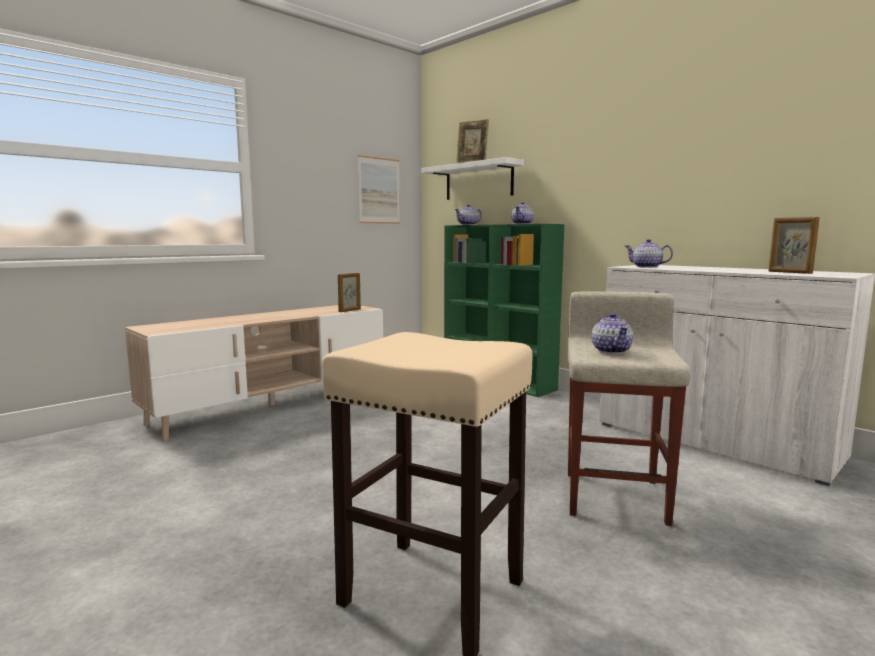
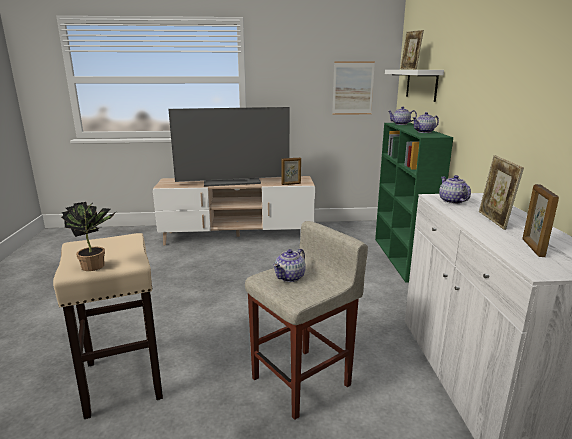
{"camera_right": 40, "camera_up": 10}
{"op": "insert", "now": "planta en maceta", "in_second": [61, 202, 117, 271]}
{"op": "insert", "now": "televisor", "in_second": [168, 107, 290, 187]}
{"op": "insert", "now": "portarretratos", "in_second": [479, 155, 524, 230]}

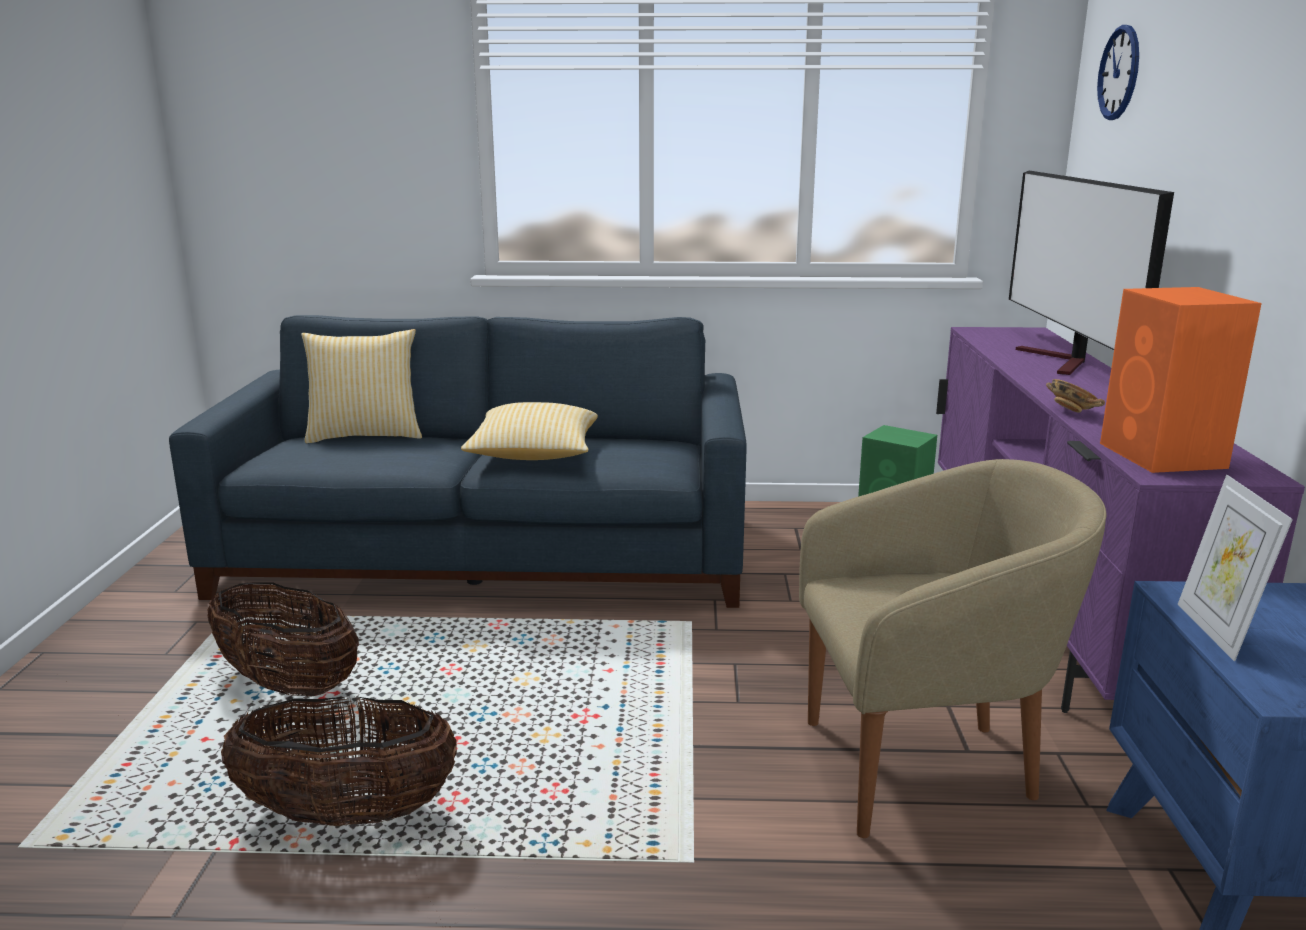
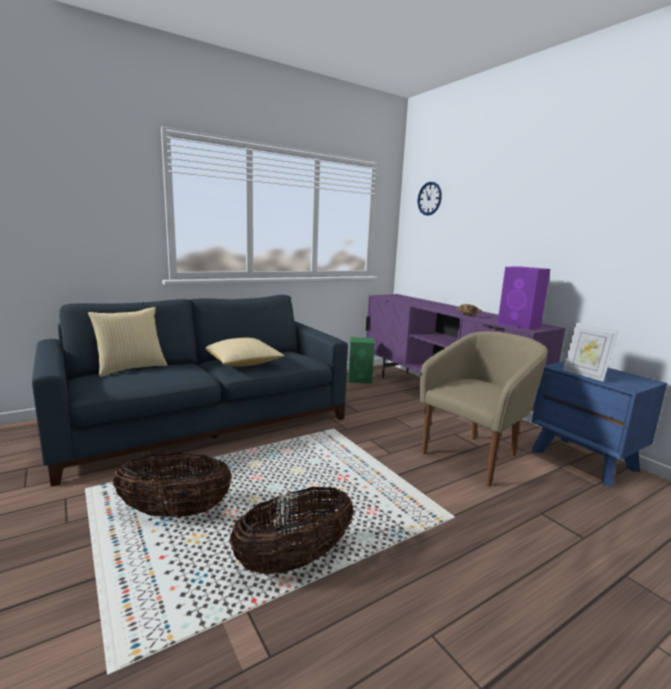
{"camera_right": -35, "camera_up": -5}
{"op": "delete", "was": "televisor", "in_first": [1009, 171, 1174, 375]}
{"op": "recolor", "was": "altavoz [naranja]", "now": "altavoz [morado]", "in_first": [1100, 287, 1262, 473], "in_second": [497, 266, 550, 329]}

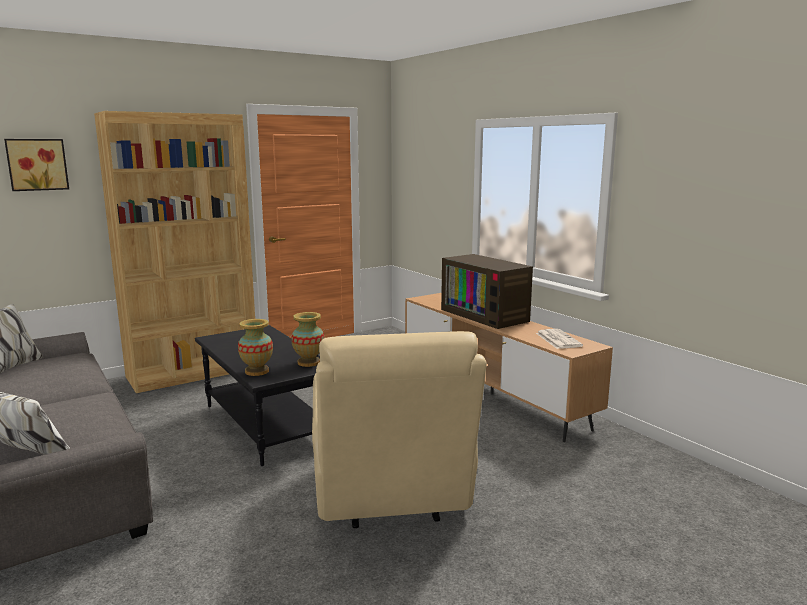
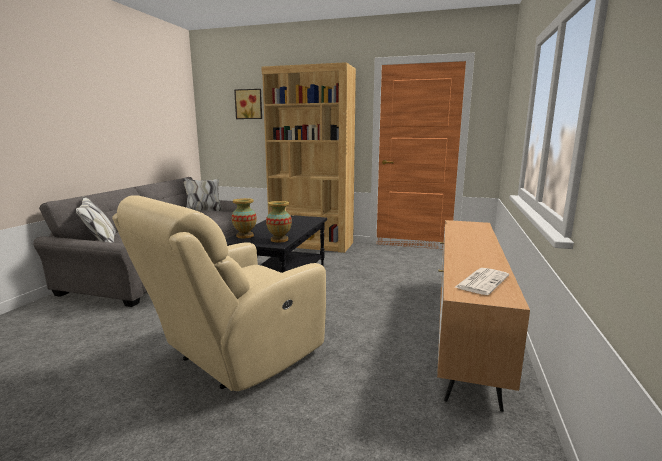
{"camera_right": 50, "camera_up": 0}
{"op": "delete", "was": "televisor", "in_first": [441, 254, 533, 329]}

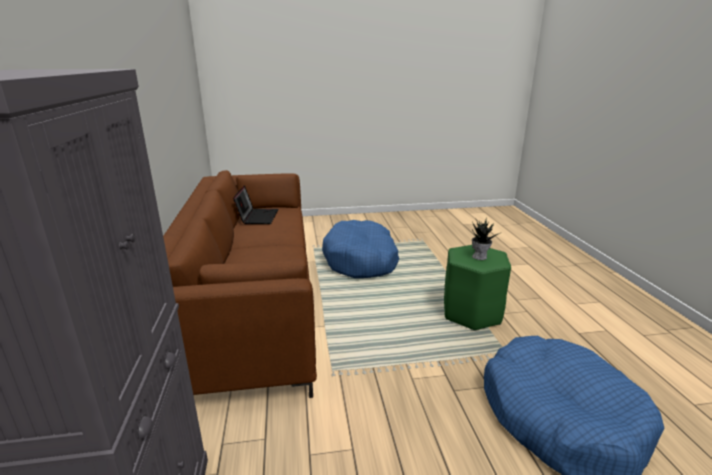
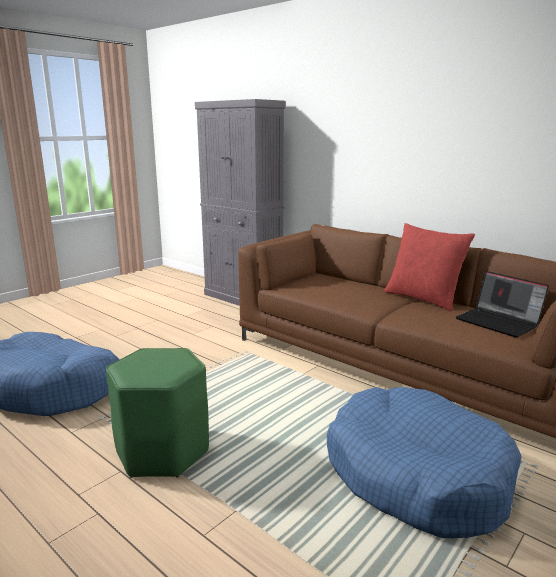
{"camera_right": 140, "camera_up": -5}
{"op": "delete", "was": "planta en maceta", "in_first": [472, 218, 502, 260]}
{"op": "insert", "now": "cojín [rojo]", "in_second": [384, 223, 475, 311]}

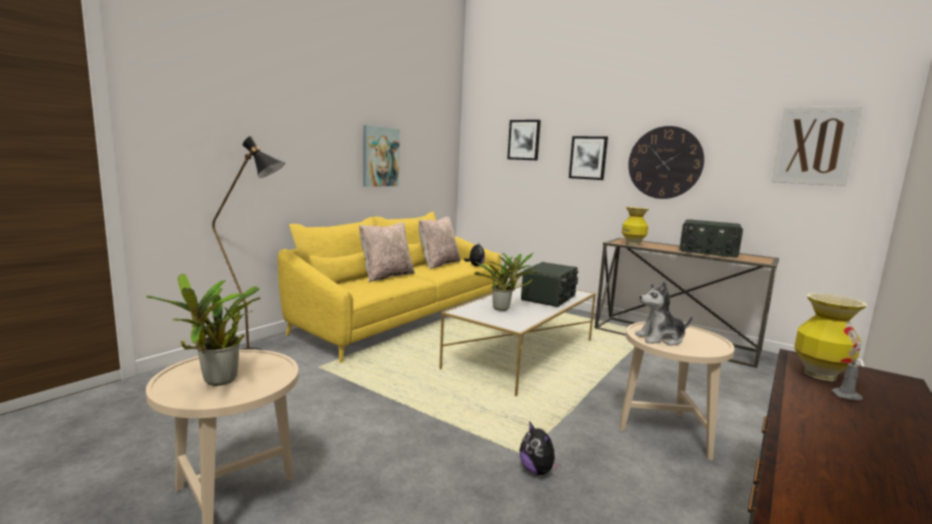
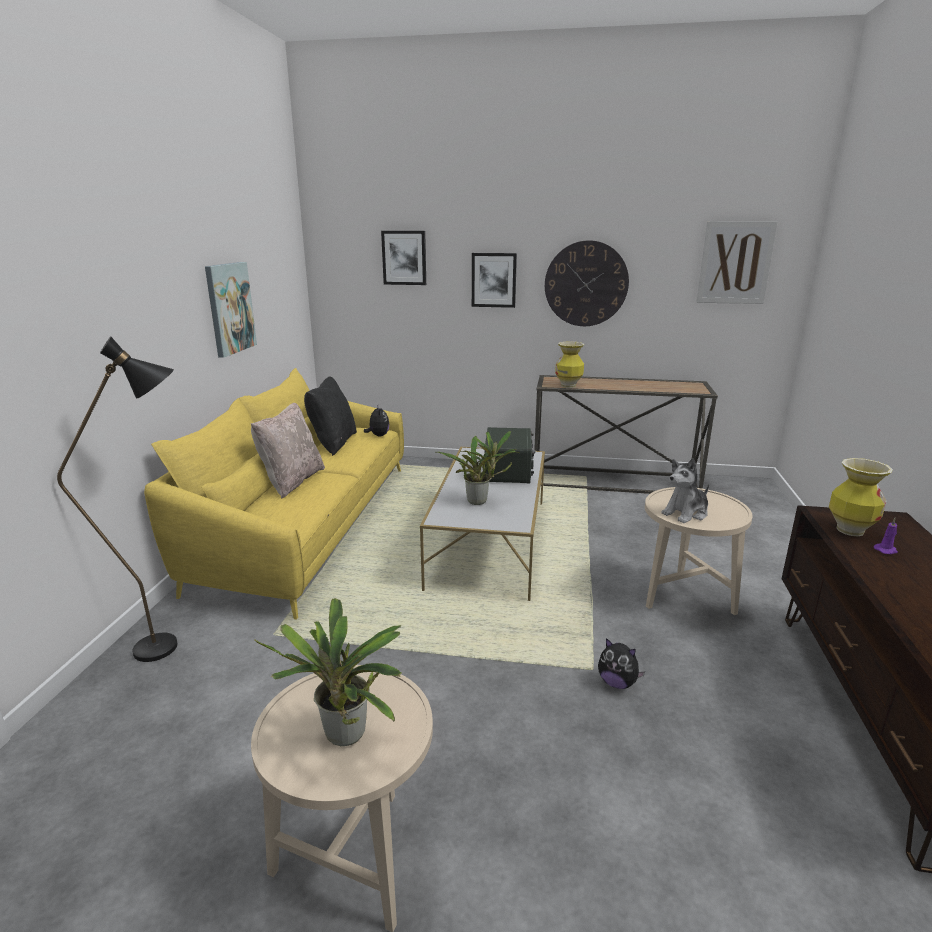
{"camera_right": -25, "camera_up": 10}
{"op": "recolor", "was": "cojín [beis]", "now": "cojín [negro]", "in_first": [418, 217, 461, 269], "in_second": [304, 377, 357, 456]}
{"op": "delete", "was": "radio", "in_first": [680, 219, 743, 258]}
{"op": "recolor", "was": "vela [gris]", "now": "vela [morado]", "in_first": [831, 356, 863, 401], "in_second": [874, 518, 898, 554]}

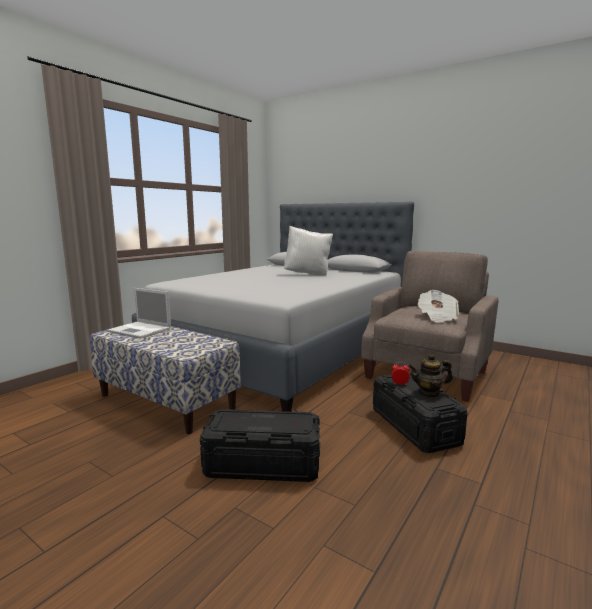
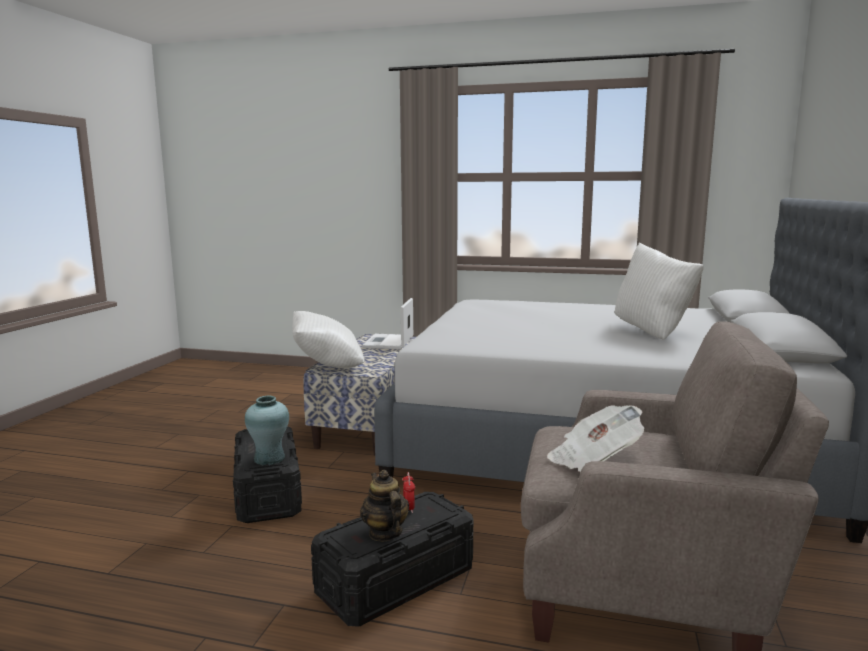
{"camera_right": 70, "camera_up": 0}
{"op": "insert", "now": "florero [turquesa]", "in_second": [245, 396, 289, 465]}
{"op": "insert", "now": "cojín [blanco]", "in_second": [292, 311, 364, 368]}

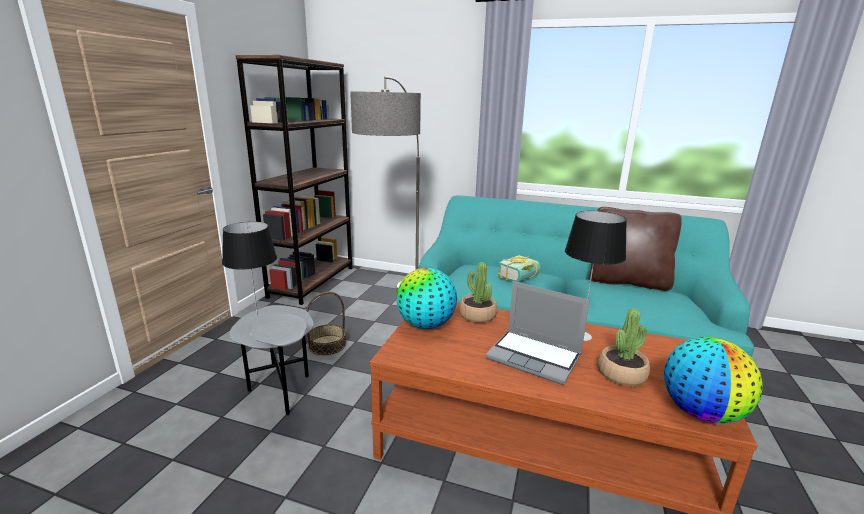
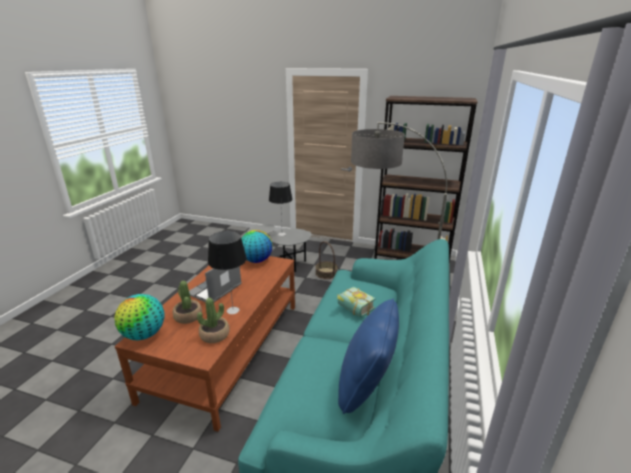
{"camera_right": 90, "camera_up": 5}
{"op": "move", "was": "planta en maceta", "in_first": [459, 262, 497, 323], "in_second": [197, 298, 230, 343]}
{"op": "recolor", "was": "cojín [marrón]", "now": "cojín [azul]", "in_first": [590, 207, 682, 291], "in_second": [338, 298, 399, 414]}

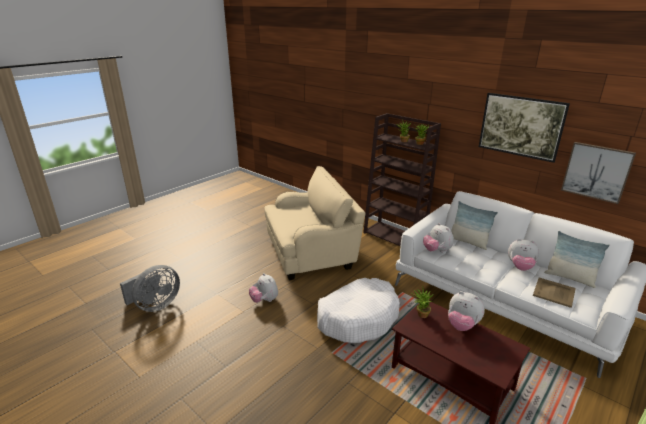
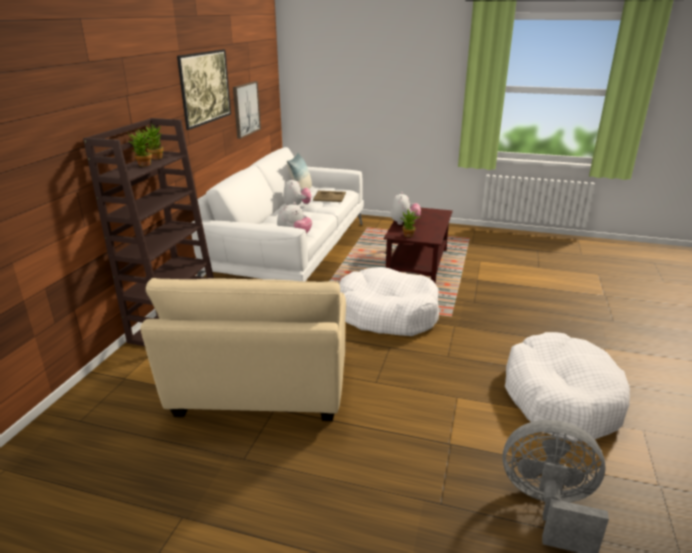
{"camera_right": -115, "camera_up": 0}
{"op": "delete", "was": "peluche", "in_first": [249, 273, 278, 303]}
{"op": "rotate", "was": "sillón [beis]", "in_first": [264, 166, 365, 280], "in_second": [141, 278, 346, 421], "clockwise": -135}
{"op": "delete", "was": "cojín", "in_first": [451, 201, 498, 250]}
{"op": "insert", "now": "cama para perro [blanco]", "in_second": [505, 332, 630, 442]}

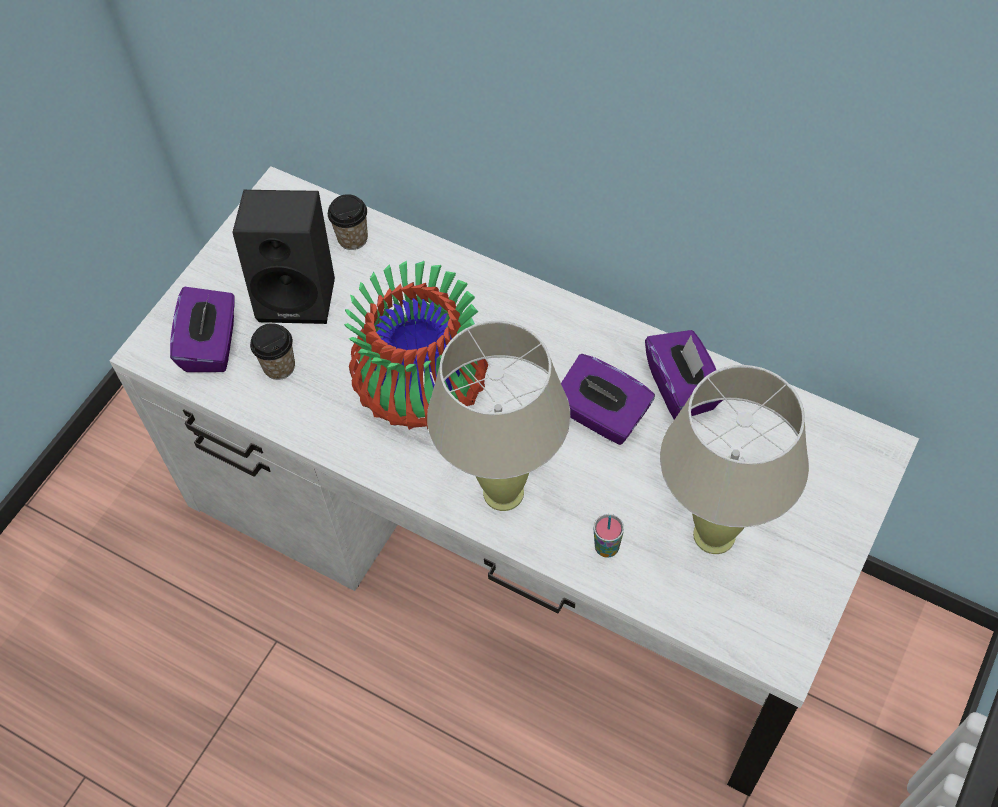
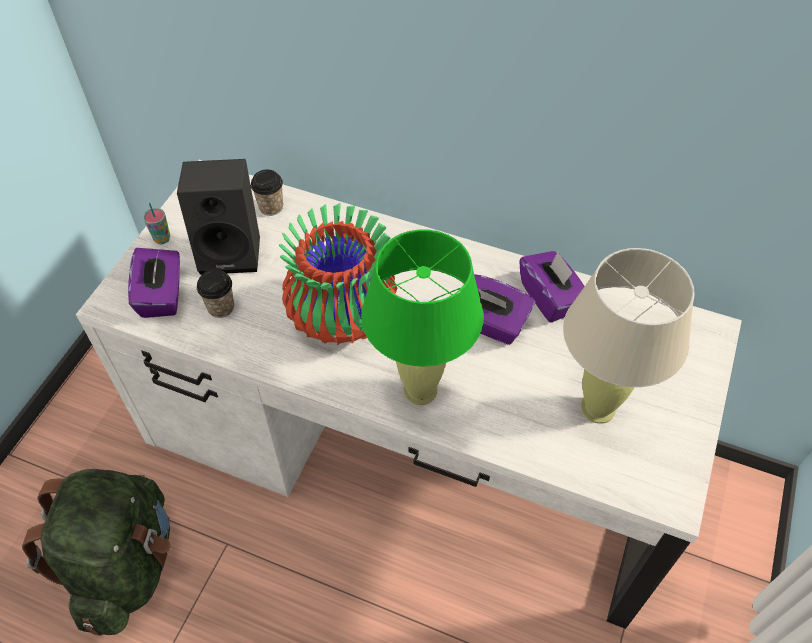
{"camera_right": -10, "camera_up": -5}
{"op": "recolor", "was": "lámpara de mesa [beis]", "now": "lámpara de mesa [verde]", "in_first": [427, 321, 570, 511], "in_second": [361, 230, 484, 405]}
{"op": "move", "was": "taza", "in_first": [594, 514, 624, 558], "in_second": [143, 203, 170, 244]}
{"op": "insert", "now": "mochila [verde]", "in_second": [22, 469, 170, 636]}

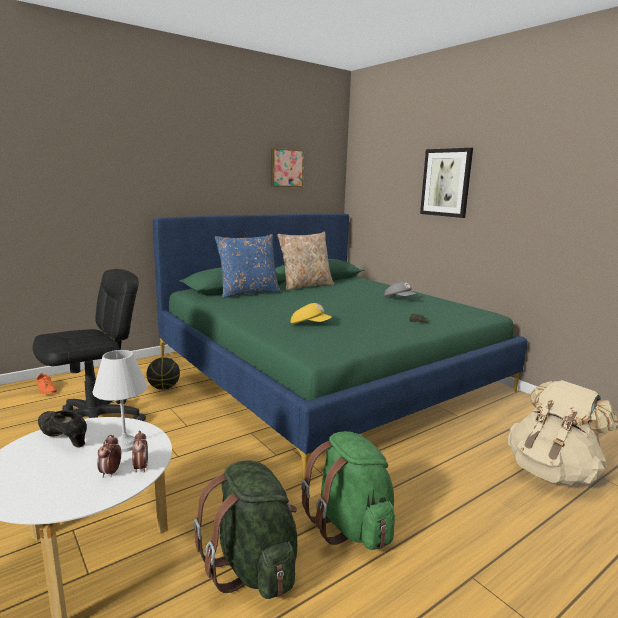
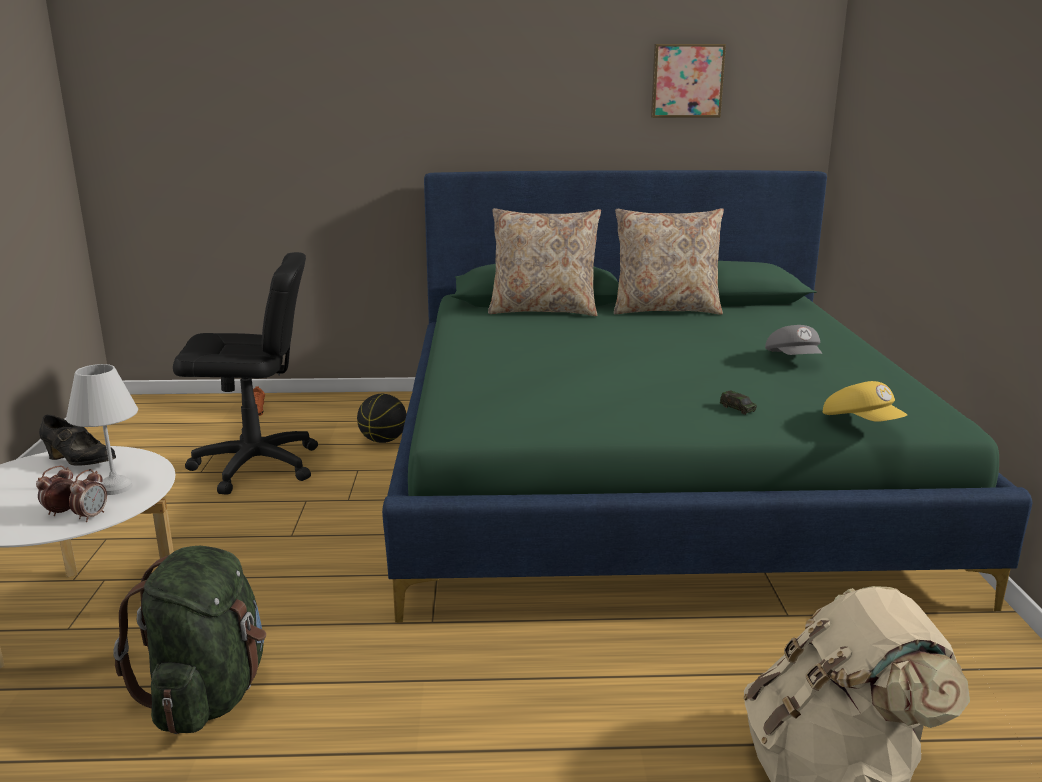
{"camera_right": 35, "camera_up": 5}
{"op": "rotate", "was": "zapato [negro]", "in_first": [38, 409, 87, 448], "in_second": [39, 415, 116, 466], "clockwise": 135}
{"op": "recolor", "was": "cojín [azul]", "now": "cojín [beis]", "in_first": [215, 234, 281, 298], "in_second": [488, 208, 601, 316]}
{"op": "move", "was": "gorra [amarillo]", "in_first": [291, 303, 332, 324], "in_second": [823, 381, 907, 422]}
{"op": "delete", "was": "mochila [verde]", "in_first": [301, 431, 395, 550]}
{"op": "delete", "was": "cuadro", "in_first": [420, 148, 473, 218]}

